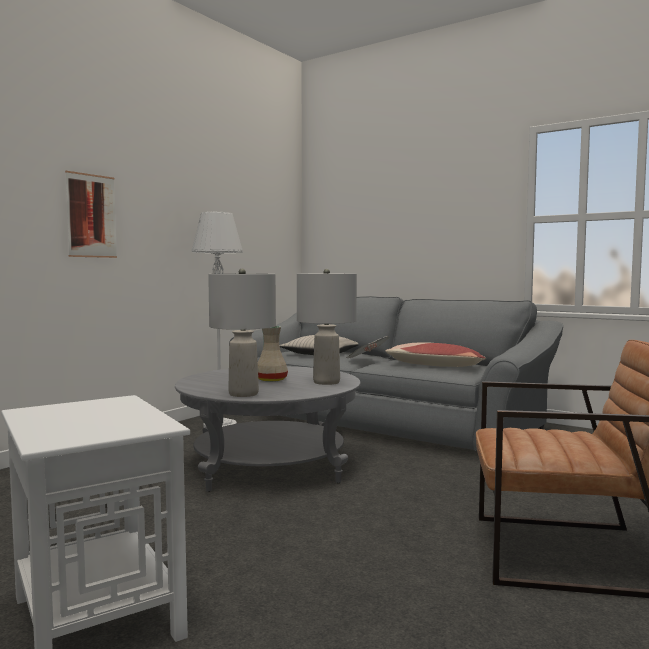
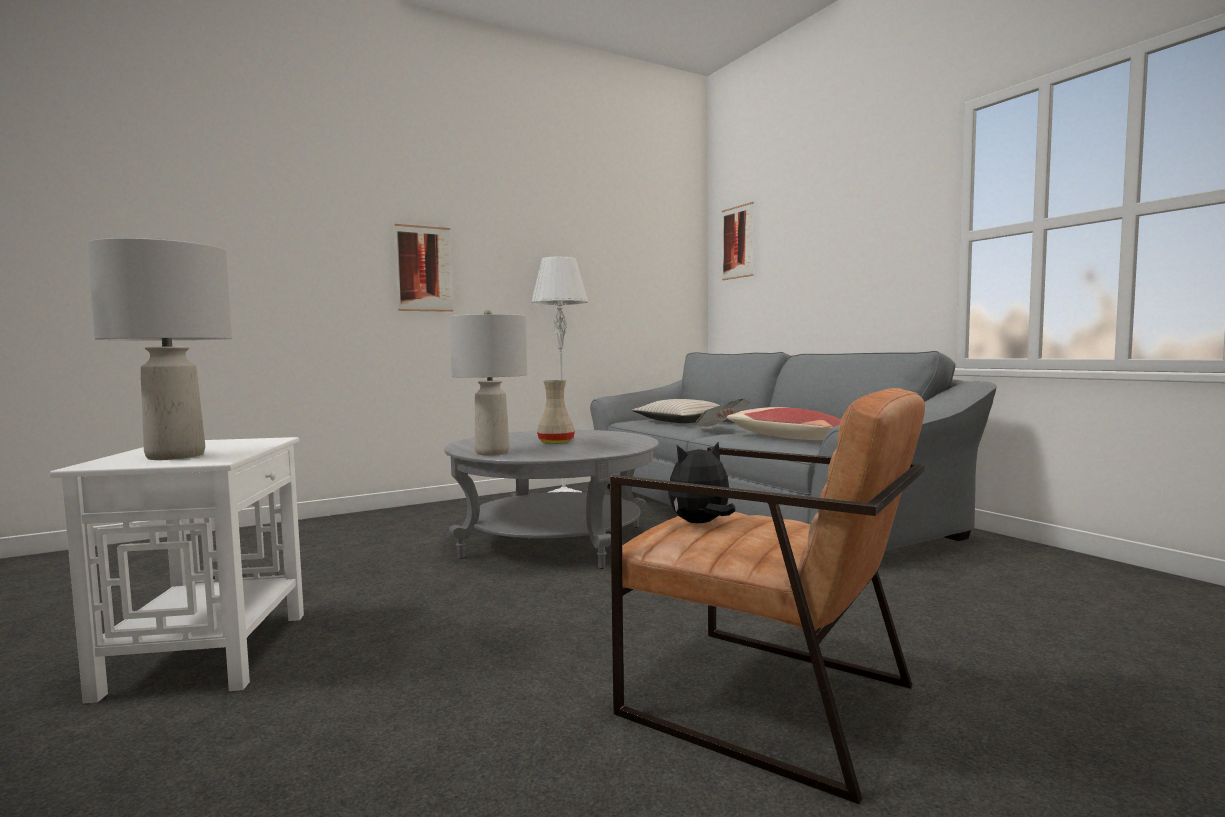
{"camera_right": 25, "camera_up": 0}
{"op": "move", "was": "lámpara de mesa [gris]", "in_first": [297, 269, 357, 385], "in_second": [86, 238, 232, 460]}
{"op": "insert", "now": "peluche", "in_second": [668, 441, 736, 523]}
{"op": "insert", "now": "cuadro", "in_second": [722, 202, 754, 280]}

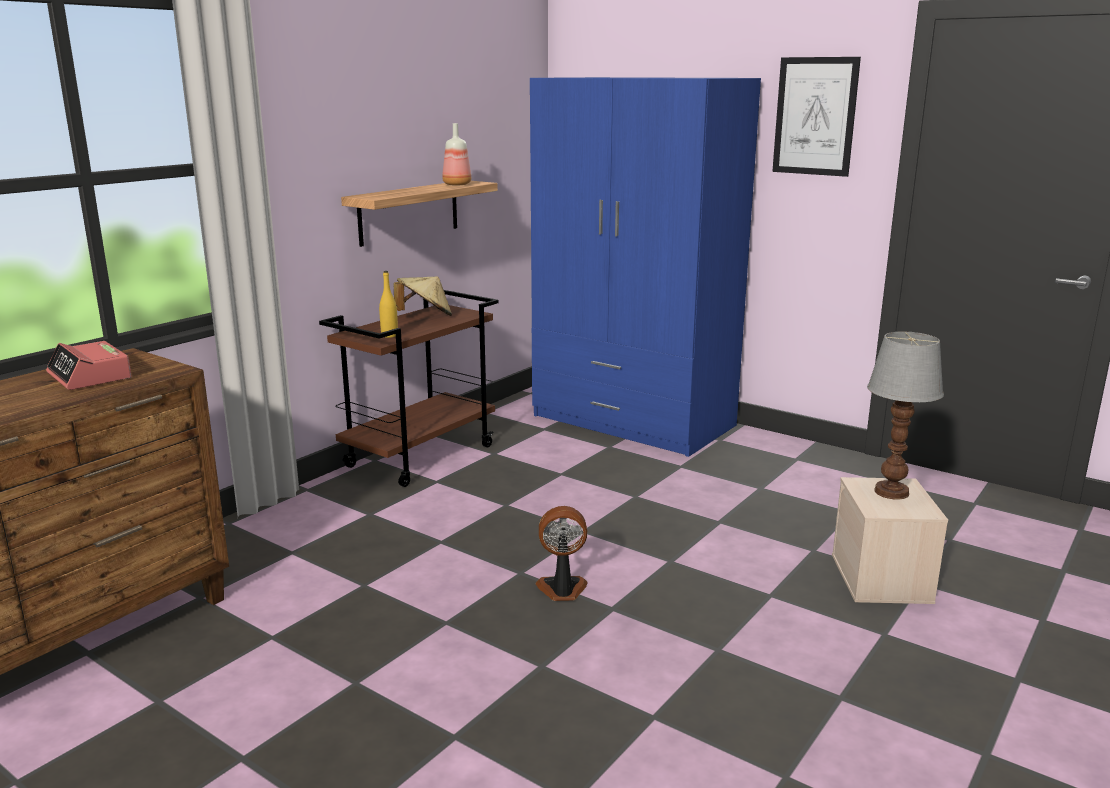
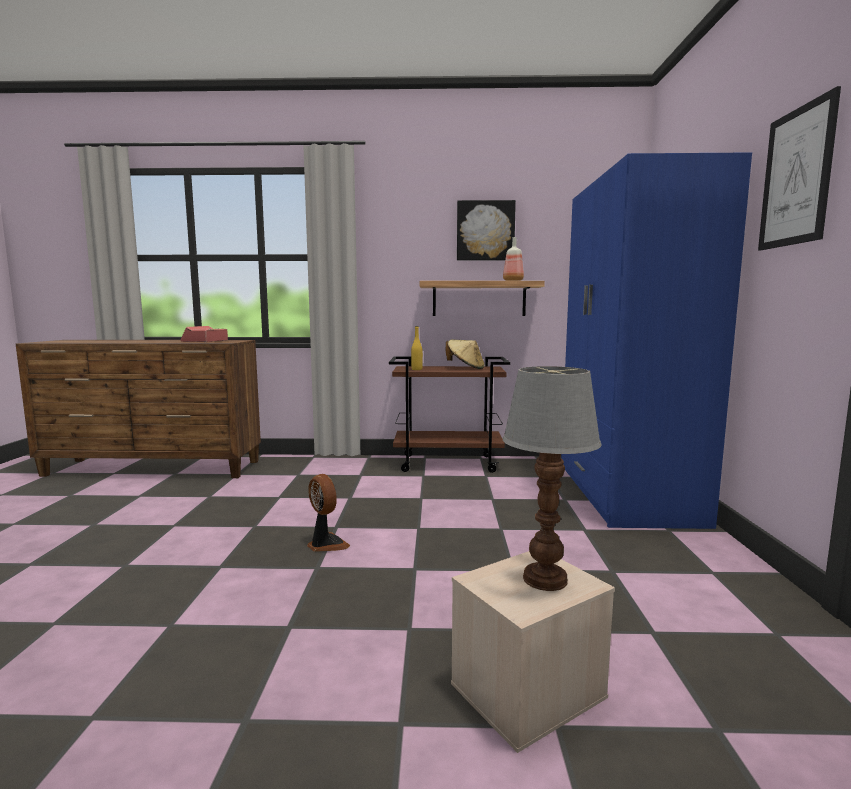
{"camera_right": 55, "camera_up": -10}
{"op": "insert", "now": "cuadro", "in_second": [457, 200, 516, 260]}

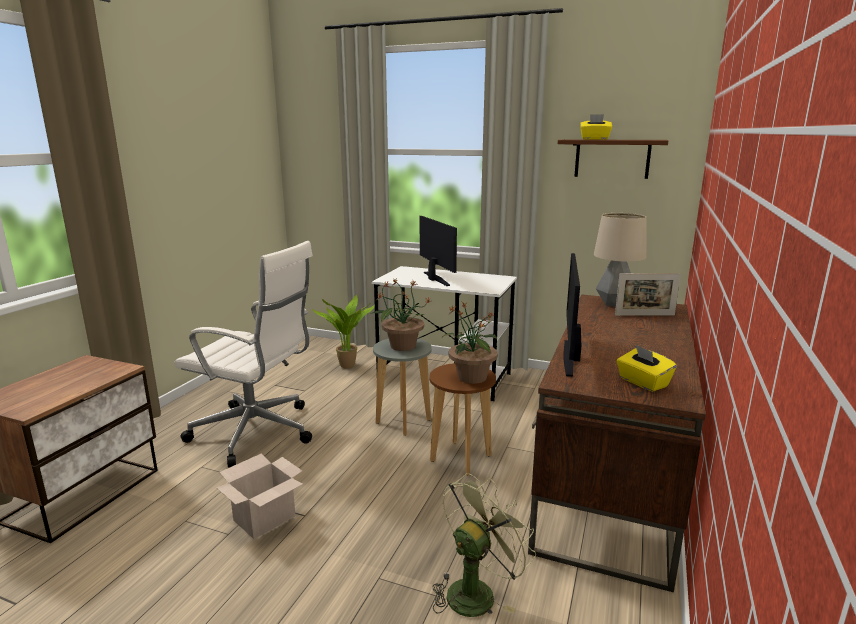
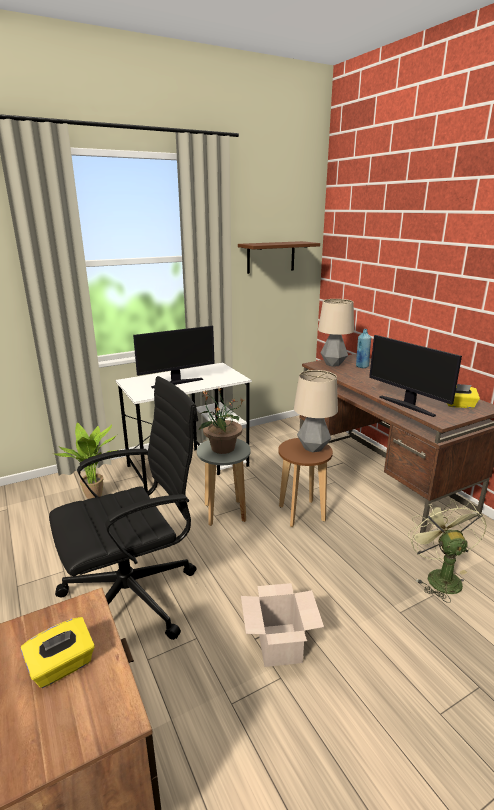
{"camera_right": -50, "camera_up": 5}
{"op": "recolor", "was": "silla de oficina [blanco]", "now": "silla de oficina [negro]", "in_first": [174, 241, 313, 468], "in_second": [49, 376, 198, 640]}
{"op": "rotate", "was": "monitor", "in_first": [420, 216, 457, 286], "in_second": [133, 326, 214, 388], "clockwise": 135}
{"op": "replace", "was": "planta en maceta", "now": "lámpara de mesa", "in_first": [442, 302, 498, 384], "in_second": [294, 370, 338, 453]}
{"op": "move", "was": "caja de pañuelos [amarillo]", "in_first": [580, 114, 612, 140], "in_second": [21, 617, 95, 688]}
{"op": "replace", "was": "portarretratos", "now": "botella [azul]", "in_first": [615, 273, 681, 316], "in_second": [356, 329, 371, 368]}

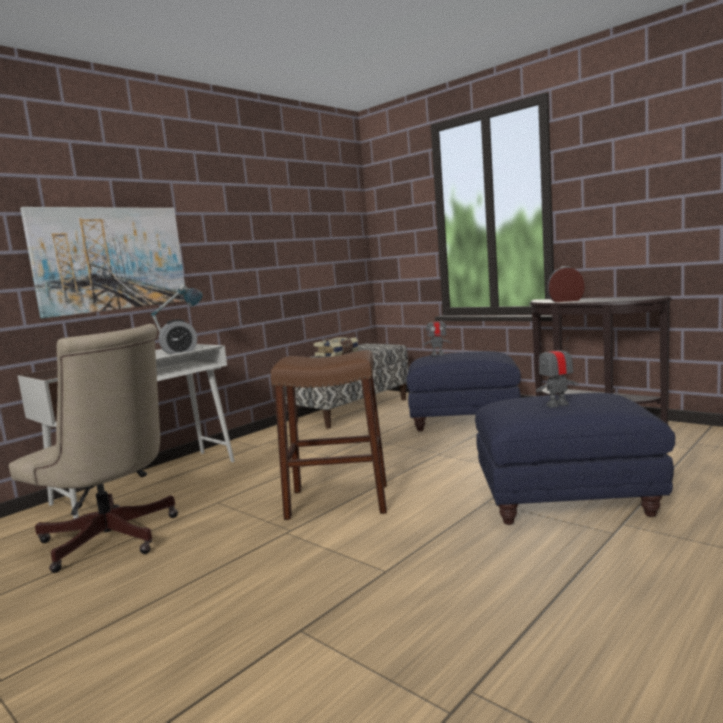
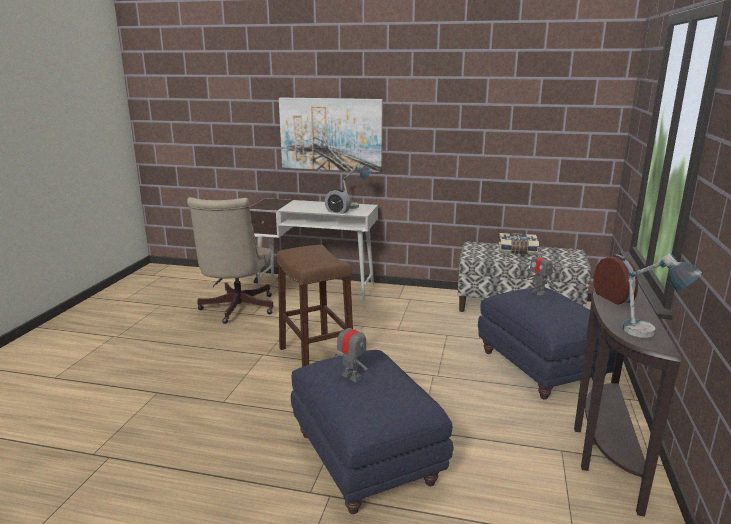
{"camera_right": 60, "camera_up": 10}
{"op": "insert", "now": "lámpara de mesa", "in_second": [622, 254, 702, 338]}

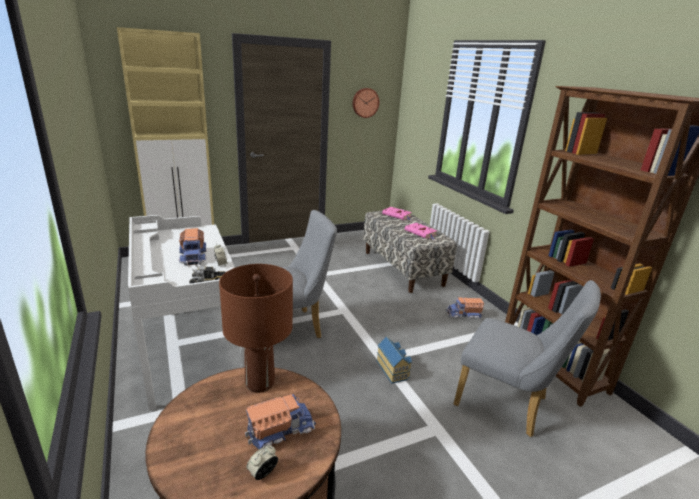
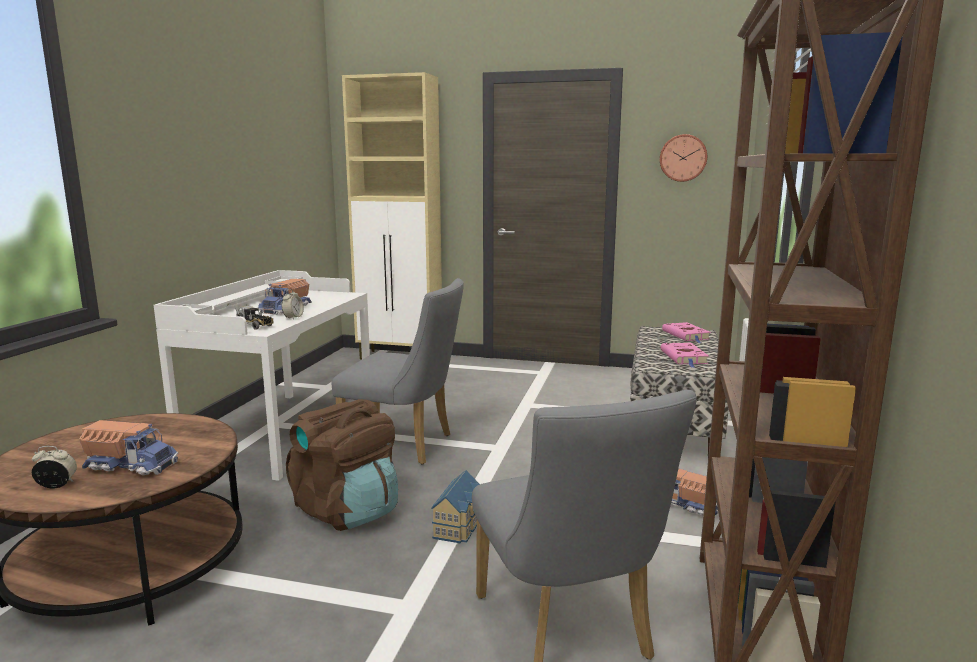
{"camera_right": 40, "camera_up": -10}
{"op": "delete", "was": "lámpara de mesa [marrón]", "in_first": [219, 264, 293, 393]}
{"op": "insert", "now": "mochila [marrón]", "in_second": [286, 399, 398, 531]}

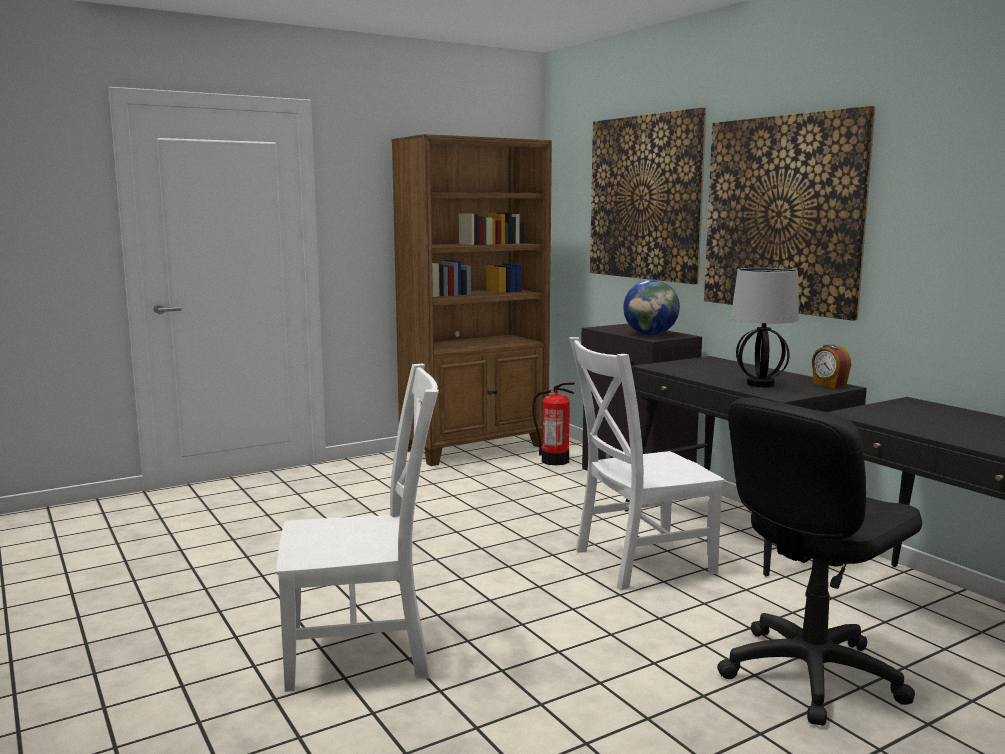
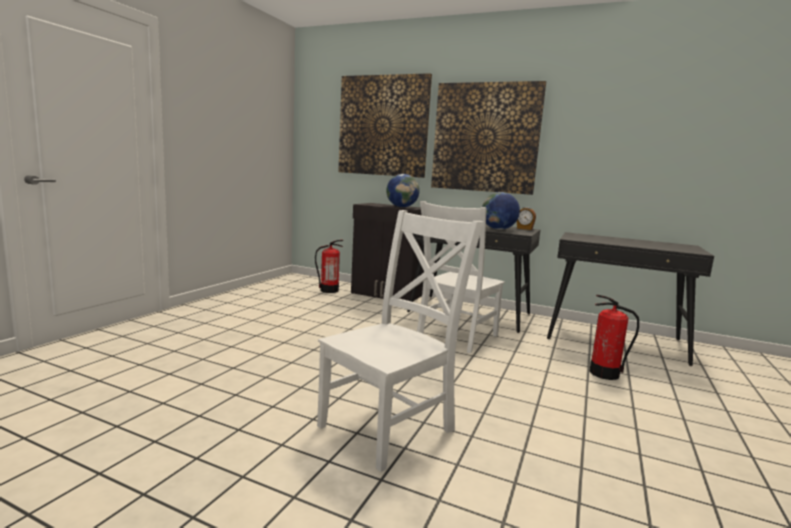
{"camera_right": -35, "camera_up": 0}
{"op": "delete", "was": "estantería [marrón]", "in_first": [392, 134, 552, 466]}
{"op": "replace", "was": "silla de oficina [negro]", "now": "extintor", "in_first": [717, 397, 922, 726], "in_second": [589, 295, 639, 380]}
{"op": "replace", "was": "lámpara de mesa", "now": "globo terráqueo", "in_first": [731, 268, 799, 387], "in_second": [482, 192, 520, 230]}

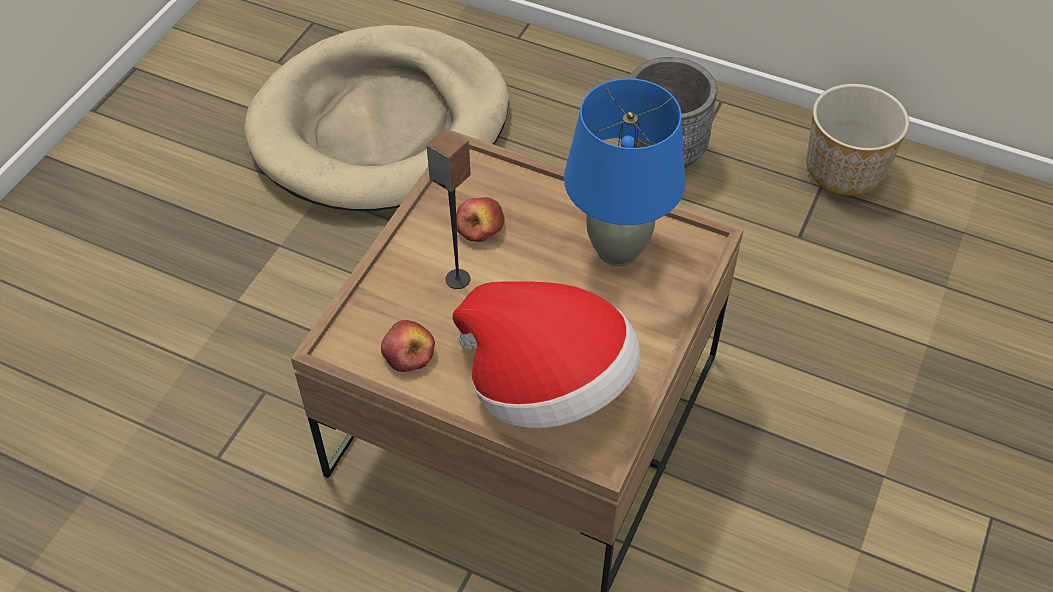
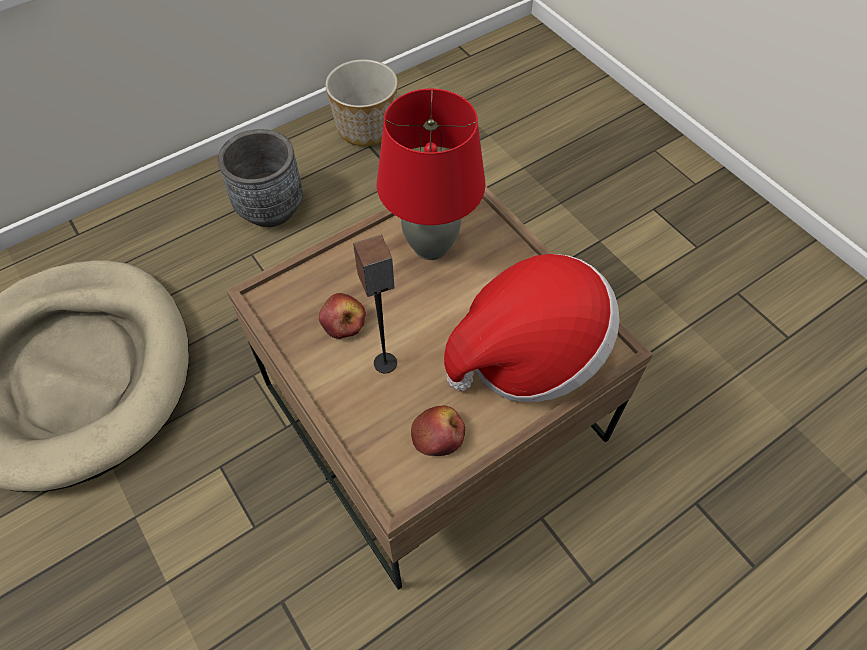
{"camera_right": -60, "camera_up": 5}
{"op": "recolor", "was": "lámpara de mesa [azul]", "now": "lámpara de mesa [rojo]", "in_first": [564, 78, 685, 266], "in_second": [377, 89, 486, 260]}

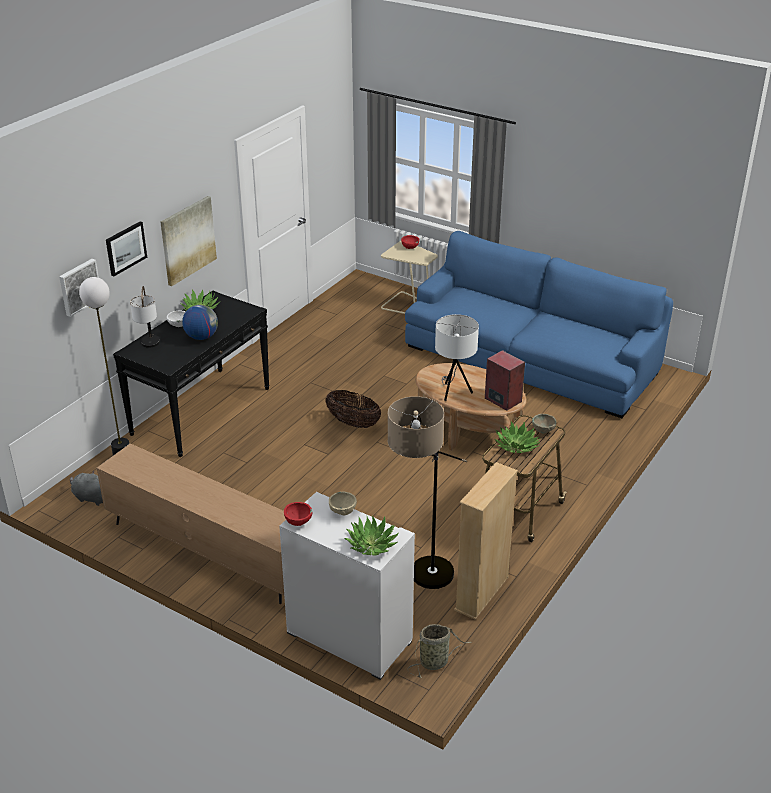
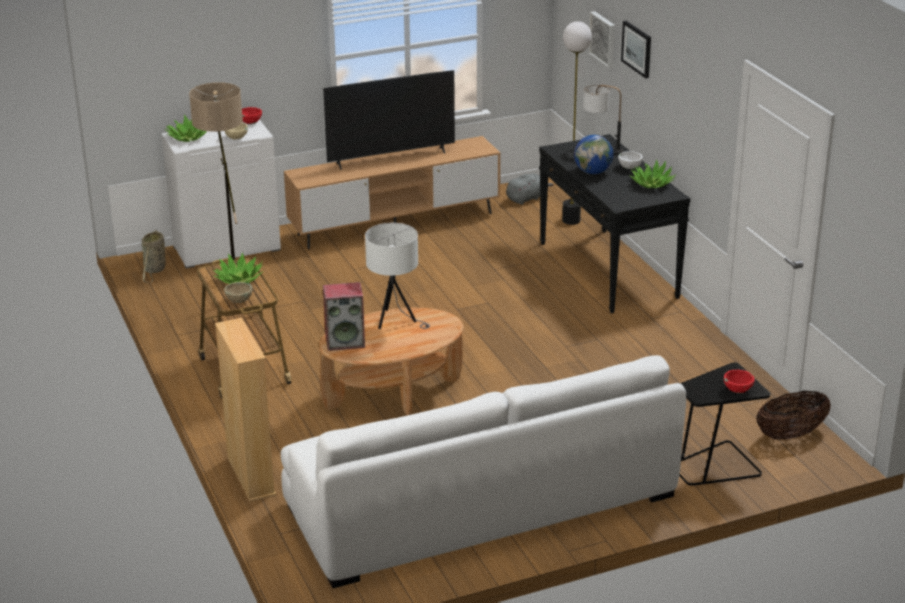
{"camera_right": 125, "camera_up": -5}
{"op": "delete", "was": "cuadro", "in_first": [160, 196, 217, 286]}
{"op": "move", "was": "cesta", "in_first": [325, 390, 381, 428], "in_second": [757, 391, 831, 440]}
{"op": "recolor", "was": "mesa auxiliar [beis]", "now": "mesa auxiliar [negro]", "in_first": [381, 241, 438, 314], "in_second": [679, 362, 771, 486]}
{"op": "recolor", "was": "sofá [azul]", "now": "sofá [blanco]", "in_first": [405, 231, 673, 418], "in_second": [281, 355, 686, 588]}
{"op": "move", "was": "estantería [beis]", "in_first": [454, 462, 518, 620], "in_second": [215, 318, 276, 502]}
{"op": "insert", "now": "televisor", "in_second": [323, 70, 455, 170]}

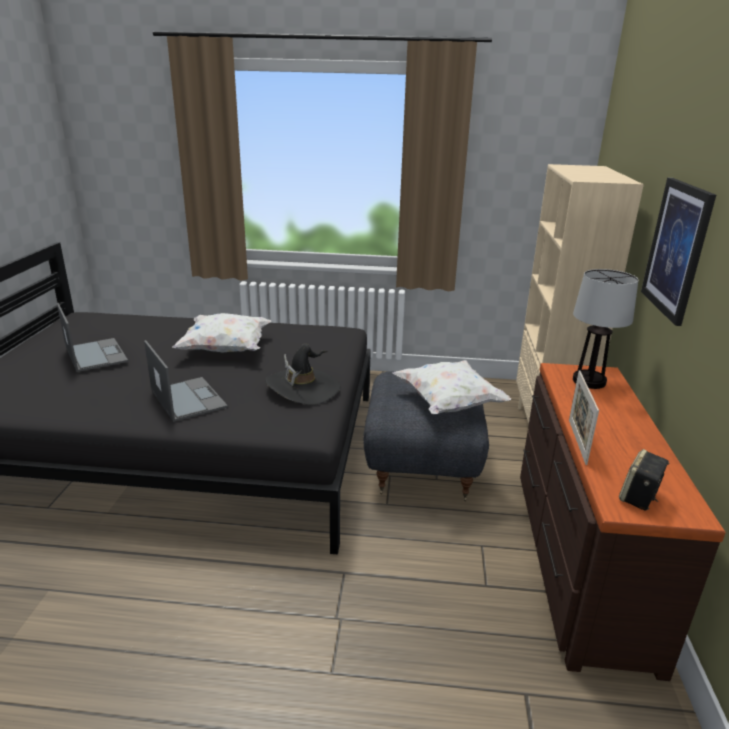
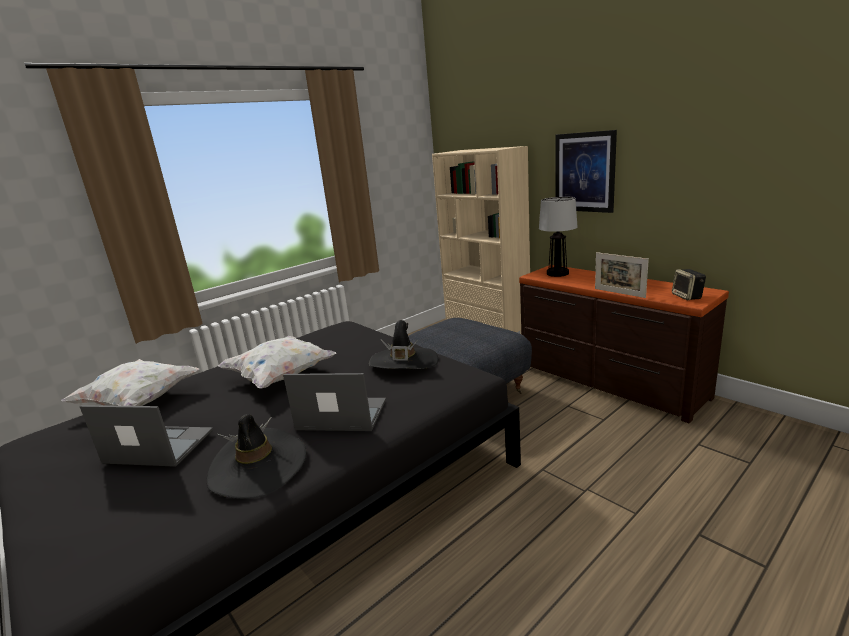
{"camera_right": -45, "camera_up": -5}
{"op": "move", "was": "cojín [blanco]", "in_first": [393, 360, 511, 414], "in_second": [61, 359, 199, 406]}
{"op": "insert", "now": "sombrero [negro]", "in_second": [206, 414, 307, 499]}

